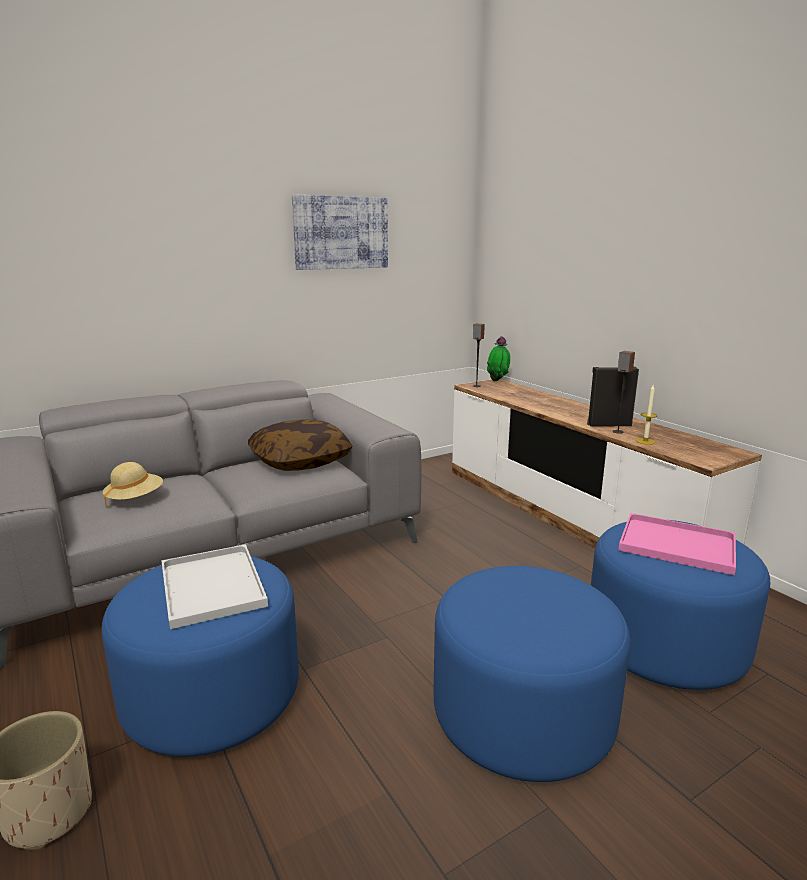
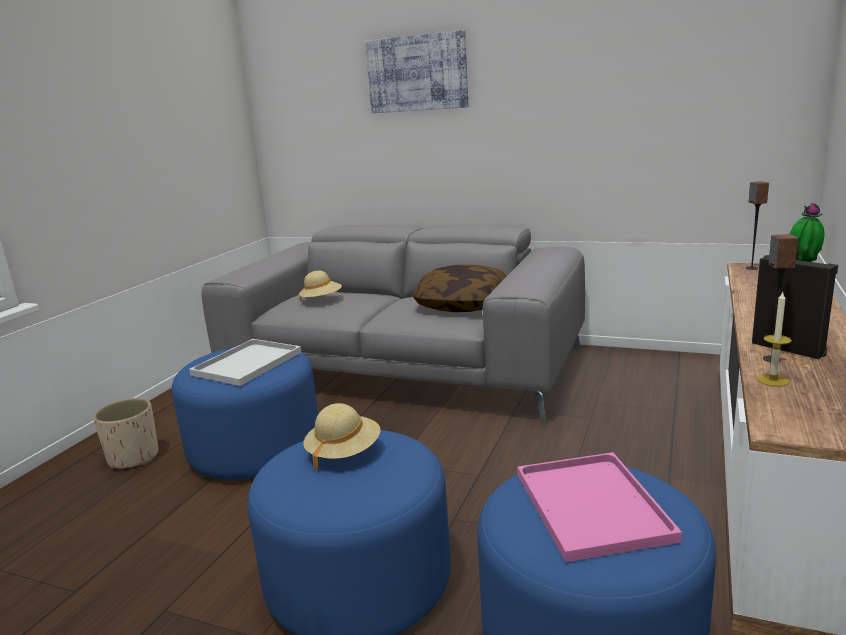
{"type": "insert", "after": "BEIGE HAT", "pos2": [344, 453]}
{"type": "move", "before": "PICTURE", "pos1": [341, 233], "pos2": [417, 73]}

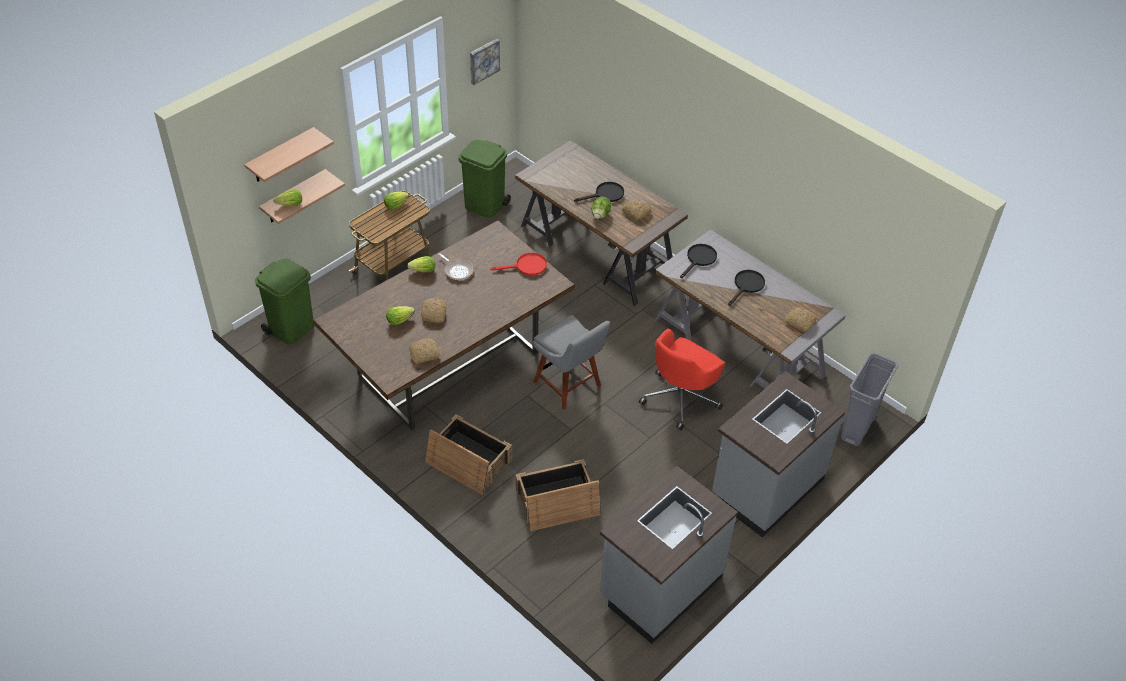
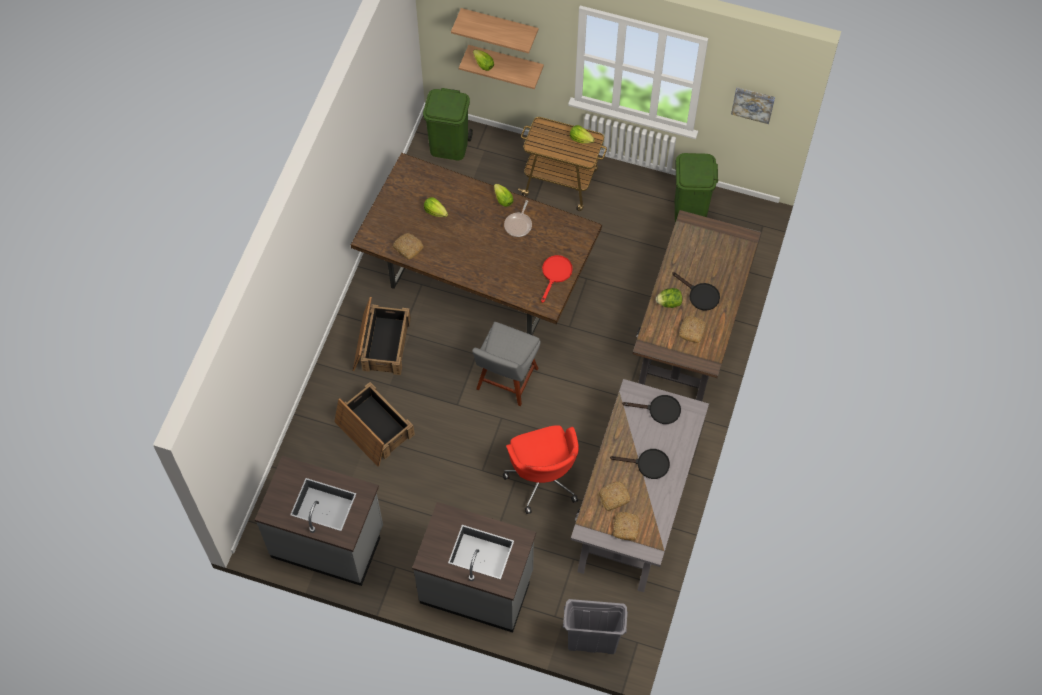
{"type": "move", "before": "BREAD", "pos1": [434, 314], "pos2": [614, 498]}
{"type": "rotate", "before": "RED FRYING PAN", "pos1": [526, 266], "pos2": [555, 274], "turn": -120}
{"type": "rotate", "before": "RED OFFICE CHAIR", "pos1": [681, 398], "pos2": [543, 477], "turn": -120}

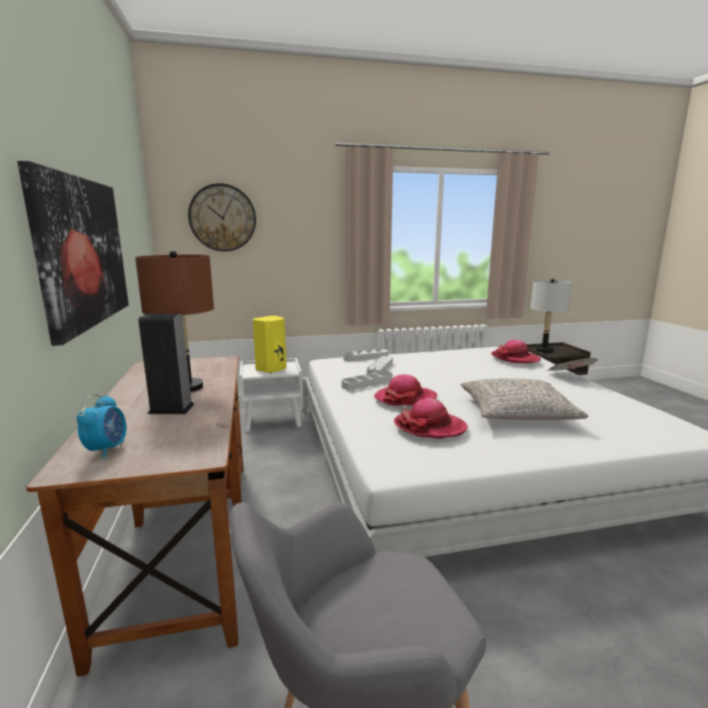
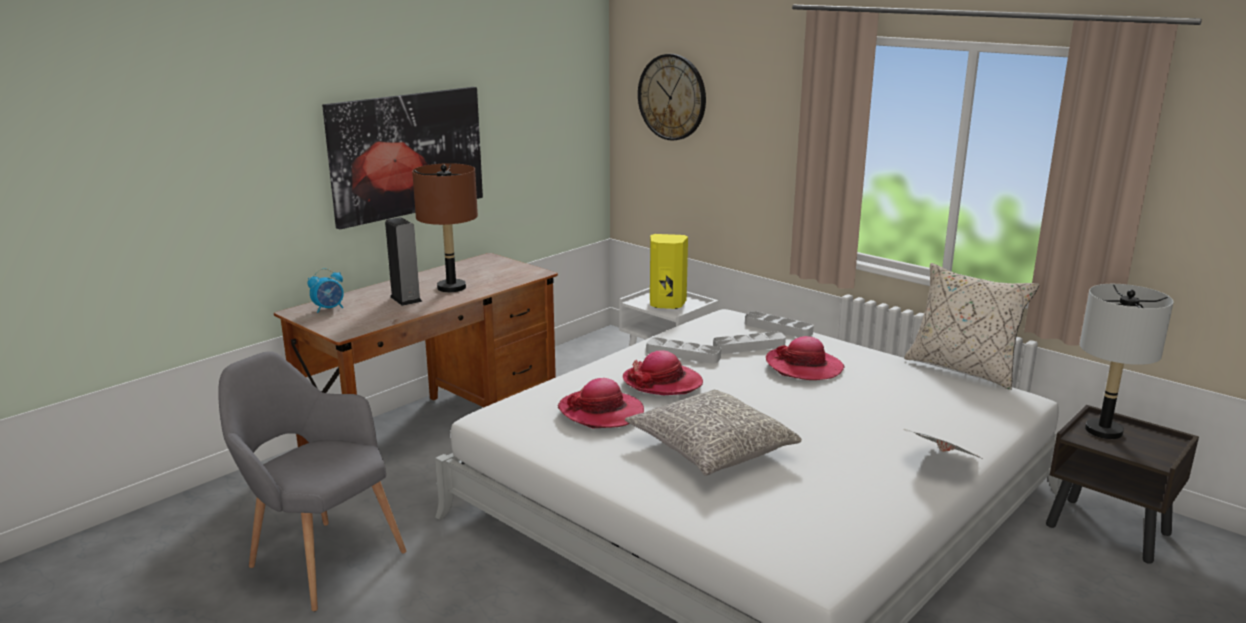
{"type": "insert", "after": "BEIGE PILLOW", "pos2": [962, 369]}
{"type": "move", "before": "HAT", "pos1": [515, 358], "pos2": [804, 367]}

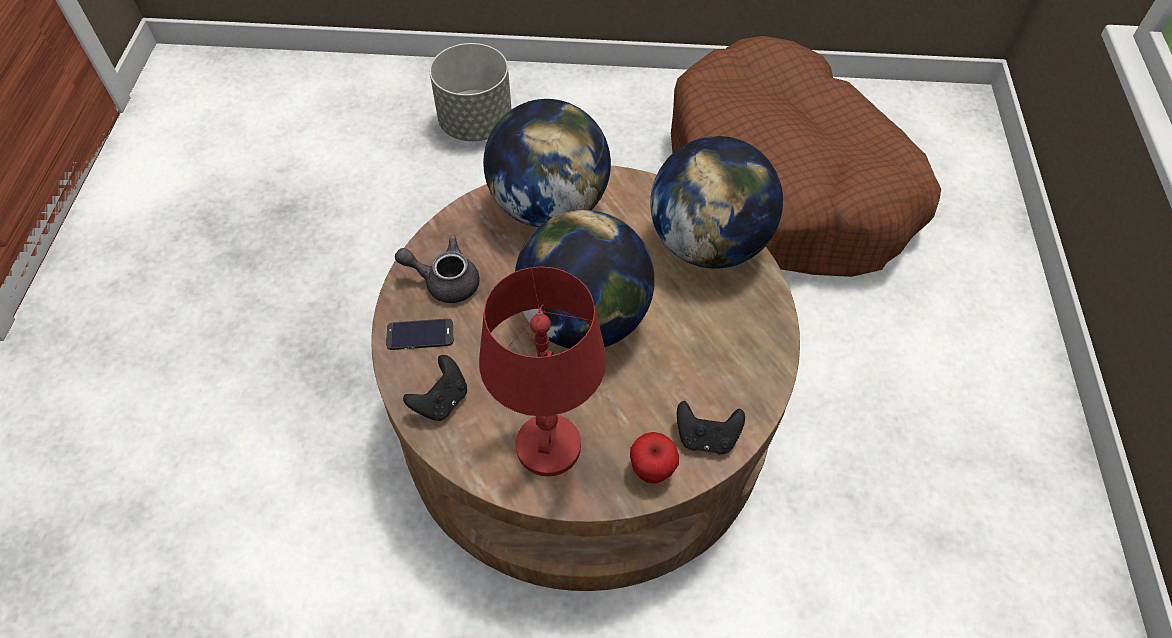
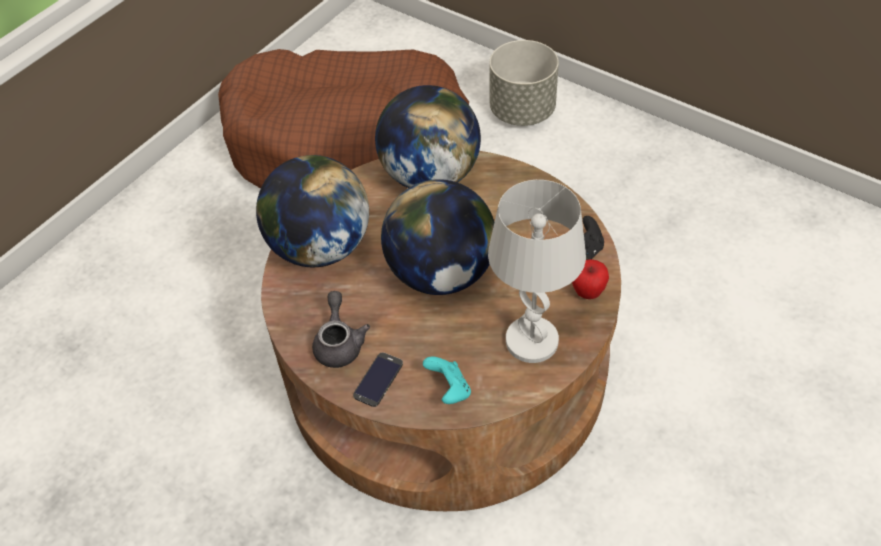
{"type": "move", "before": "GREY PLANTER", "pos1": [475, 123], "pos2": [522, 111]}
{"type": "recolor", "before": "BLACK GAME CONTROLLER", "after": "TURQUOISE GAME CONTROLLER", "pos1": [441, 401], "pos2": [449, 390]}
{"type": "recolor", "before": "RED TABLE LAMP", "after": "WHITE TABLE LAMP", "pos1": [549, 447], "pos2": [532, 341]}
{"type": "rotate", "before": "GREY TEAPOT", "pos1": [445, 281], "pos2": [339, 343], "turn": 135}

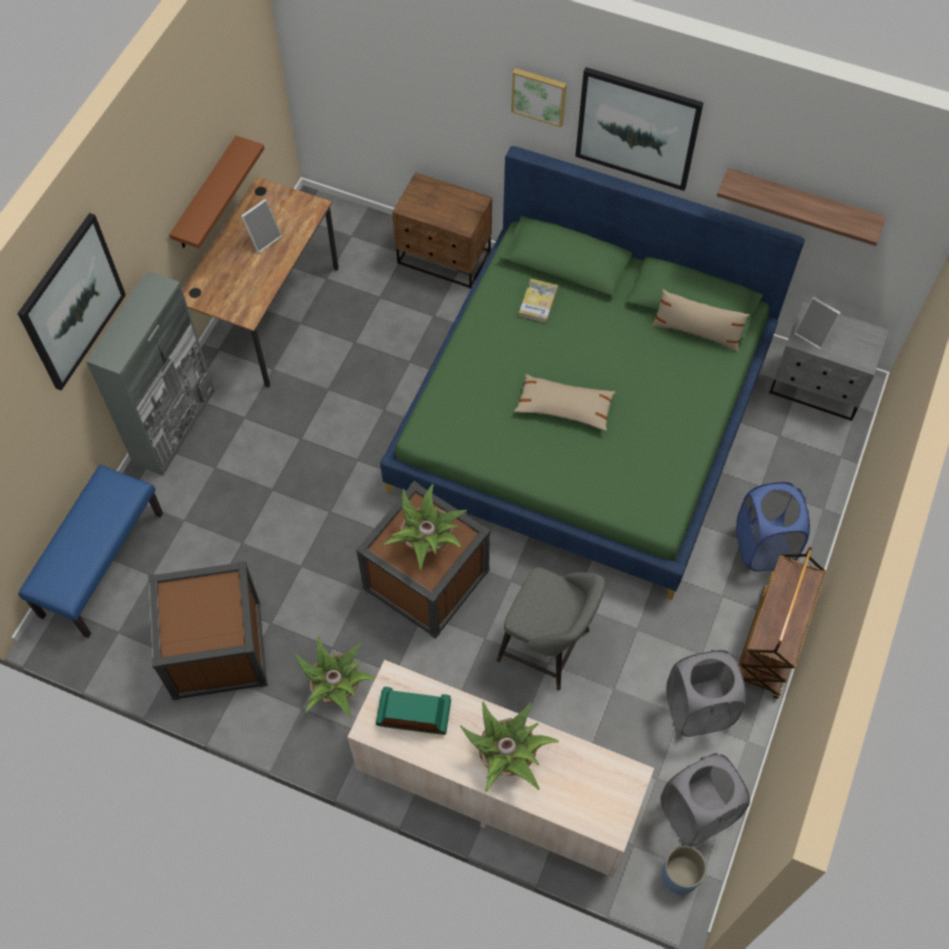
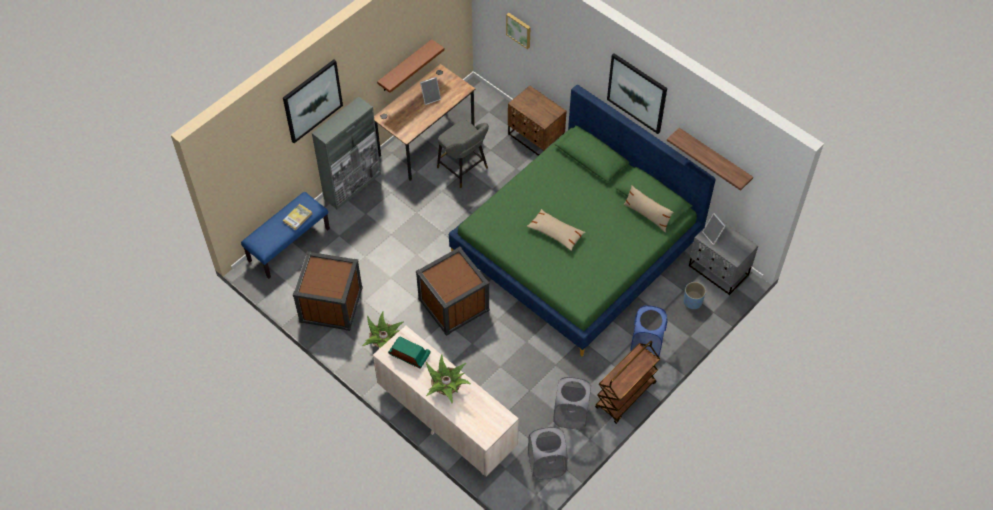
{"type": "delete", "before": "POTTED PLANT", "pos1": [427, 544]}
{"type": "move", "before": "GREY STOOL", "pos1": [548, 648], "pos2": [464, 169]}
{"type": "move", "before": "PICTURE", "pos1": [539, 95], "pos2": [519, 30]}
{"type": "move", "before": "BOOK", "pos1": [538, 302], "pos2": [297, 218]}
{"type": "move", "before": "BLUE PLANTER", "pos1": [680, 875], "pos2": [692, 301]}

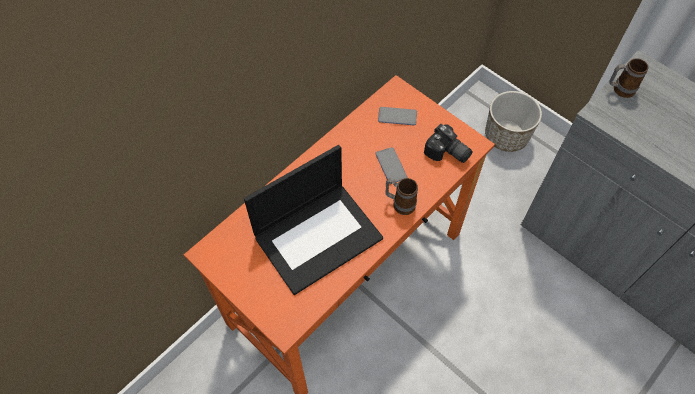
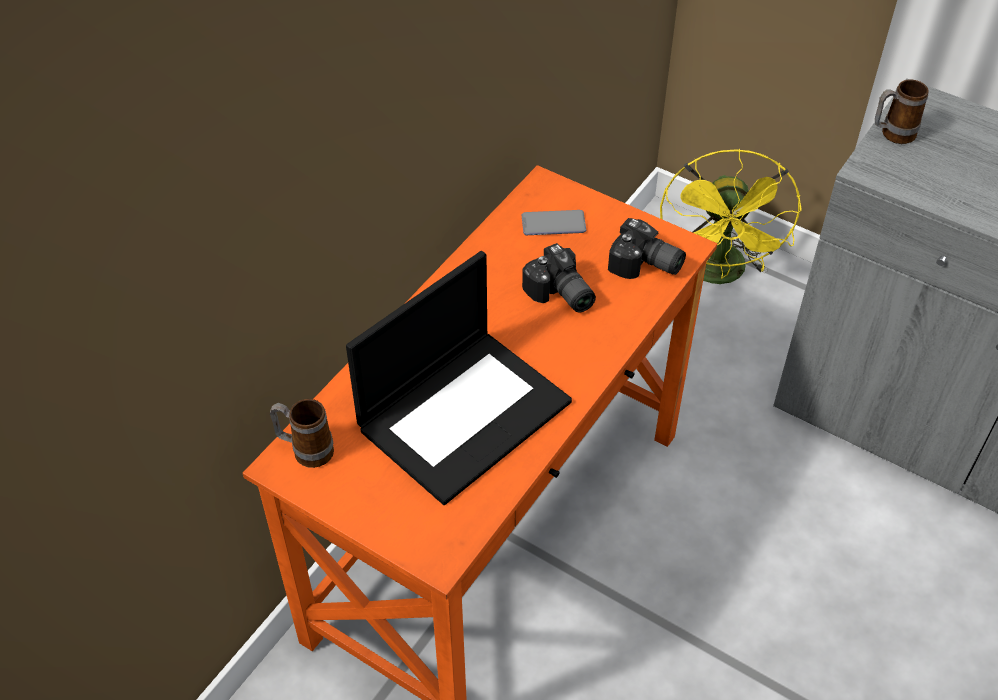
{"type": "move", "before": "MUG", "pos1": [399, 203], "pos2": [306, 450]}
{"type": "replace", "before": "PHONE", "after": "PHOTO CAMERA", "pos1": [391, 166], "pos2": [559, 295]}
{"type": "replace", "before": "PLANTER", "after": "YELLOW FAN", "pos1": [506, 136], "pos2": [719, 274]}

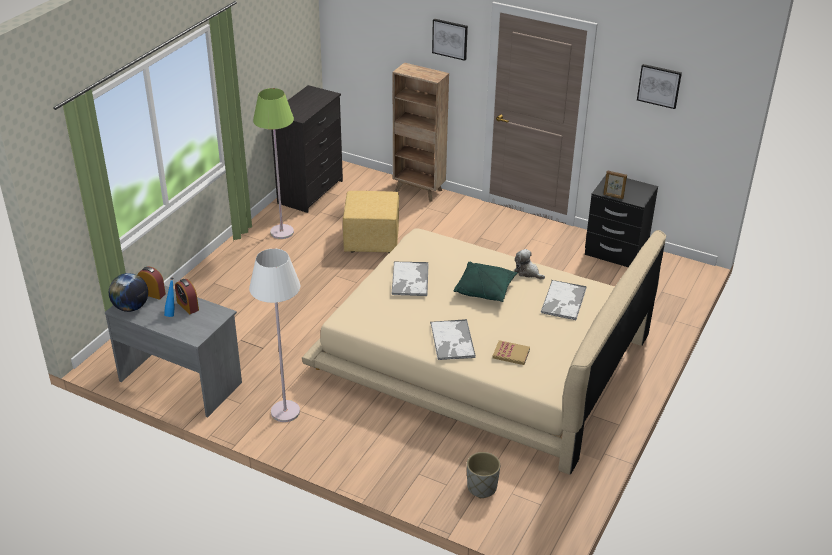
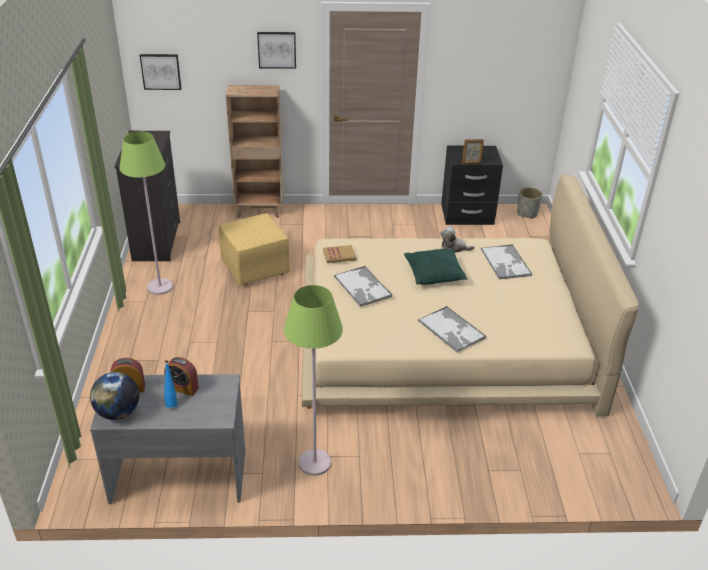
{"type": "move", "before": "GREY PLANTER", "pos1": [482, 487], "pos2": [527, 213]}
{"type": "move", "before": "BOOK", "pos1": [511, 354], "pos2": [339, 255]}
{"type": "move", "before": "PICTURE", "pos1": [659, 85], "pos2": [161, 71]}
{"type": "recolor", "before": "WHITE FLOOR LAMP", "after": "GREEN FLOOR LAMP", "pos1": [285, 412], "pos2": [314, 463]}

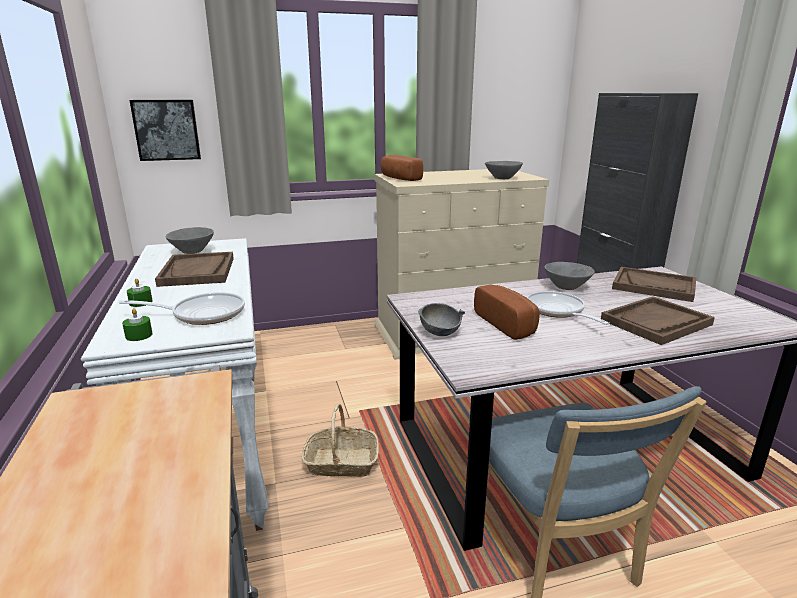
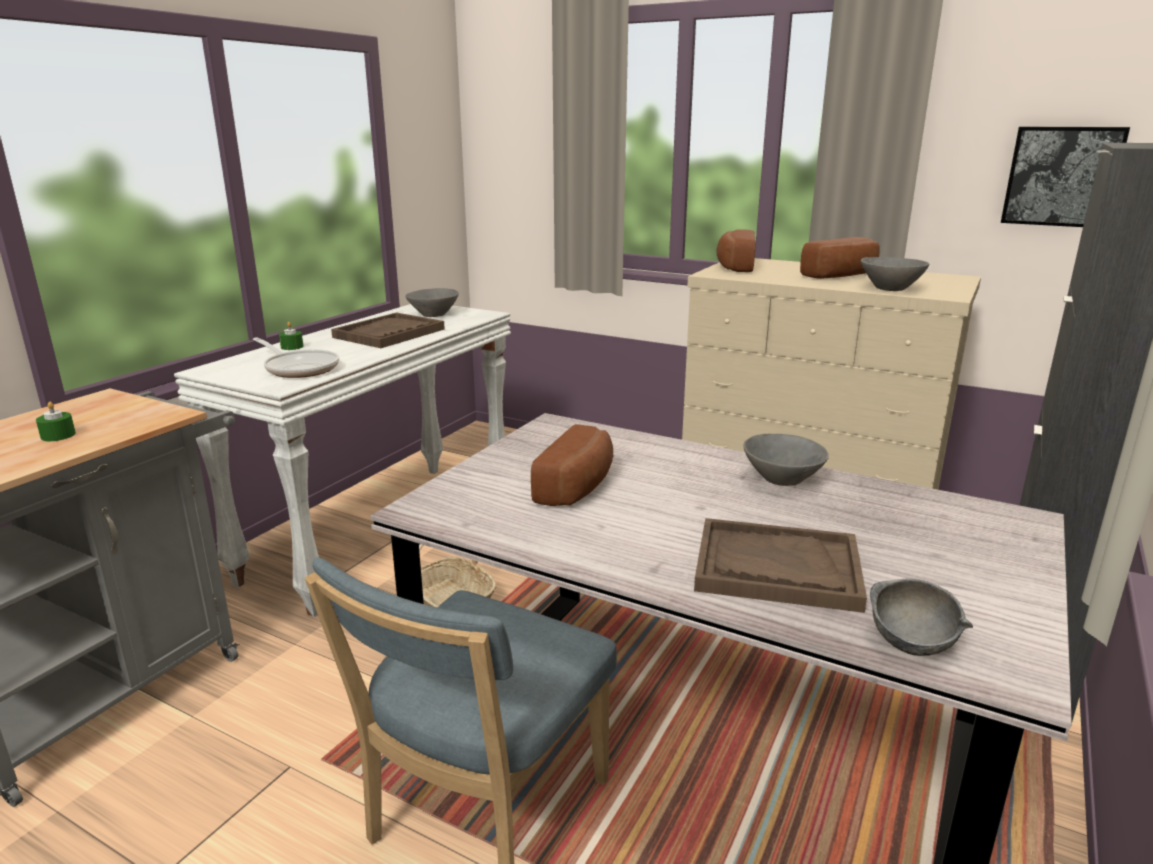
{"type": "delete", "before": "FRYING PAN", "pos1": [557, 311]}
{"type": "delete", "before": "BROWN TRAY", "pos1": [654, 286]}
{"type": "insert", "after": "BREAD", "pos2": [842, 276]}
{"type": "move", "before": "GREEN CANDLE", "pos1": [139, 335], "pos2": [58, 435]}
{"type": "move", "before": "PICTURE", "pos1": [167, 130], "pos2": [1062, 176]}
{"type": "move", "before": "GREY BOWL", "pos1": [440, 332], "pos2": [912, 643]}

